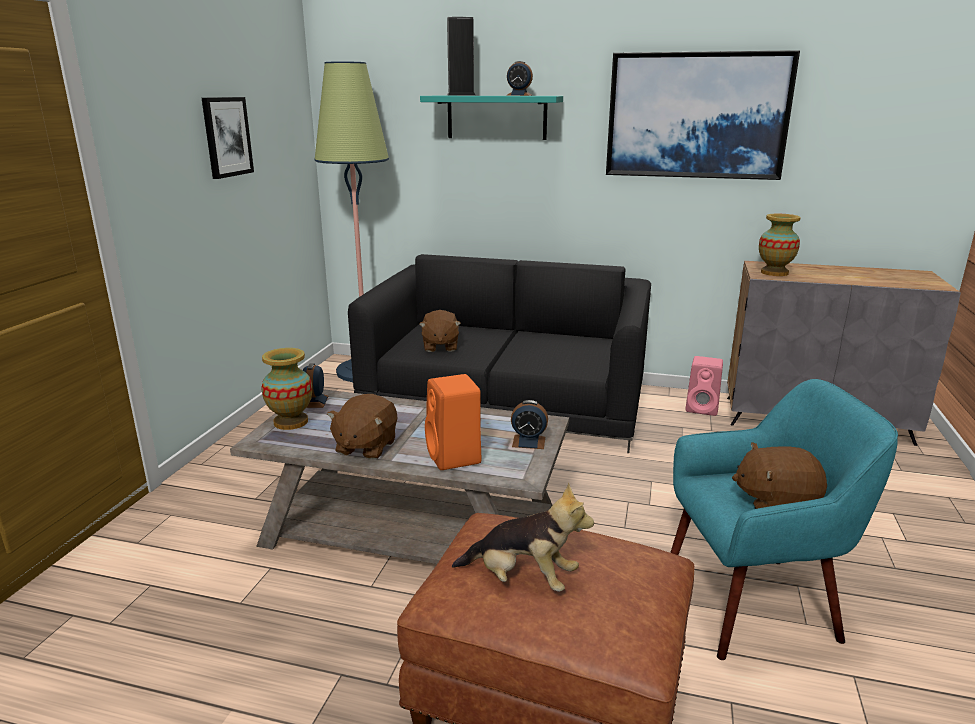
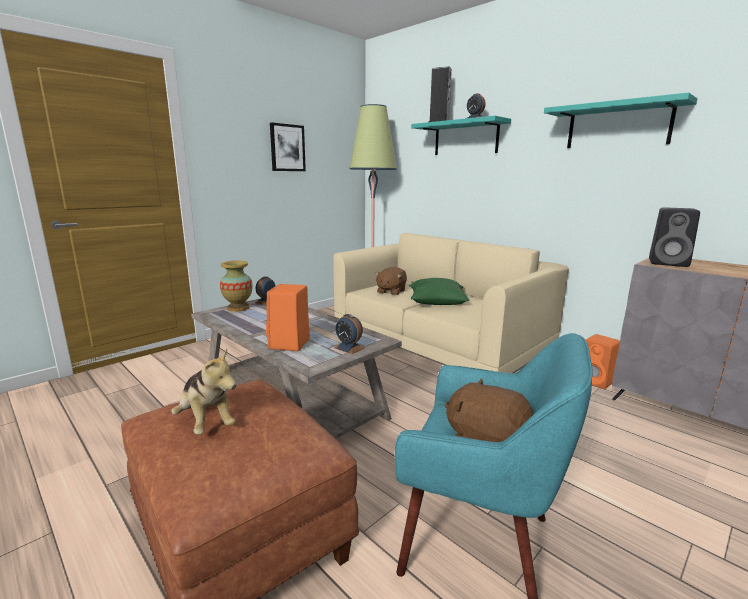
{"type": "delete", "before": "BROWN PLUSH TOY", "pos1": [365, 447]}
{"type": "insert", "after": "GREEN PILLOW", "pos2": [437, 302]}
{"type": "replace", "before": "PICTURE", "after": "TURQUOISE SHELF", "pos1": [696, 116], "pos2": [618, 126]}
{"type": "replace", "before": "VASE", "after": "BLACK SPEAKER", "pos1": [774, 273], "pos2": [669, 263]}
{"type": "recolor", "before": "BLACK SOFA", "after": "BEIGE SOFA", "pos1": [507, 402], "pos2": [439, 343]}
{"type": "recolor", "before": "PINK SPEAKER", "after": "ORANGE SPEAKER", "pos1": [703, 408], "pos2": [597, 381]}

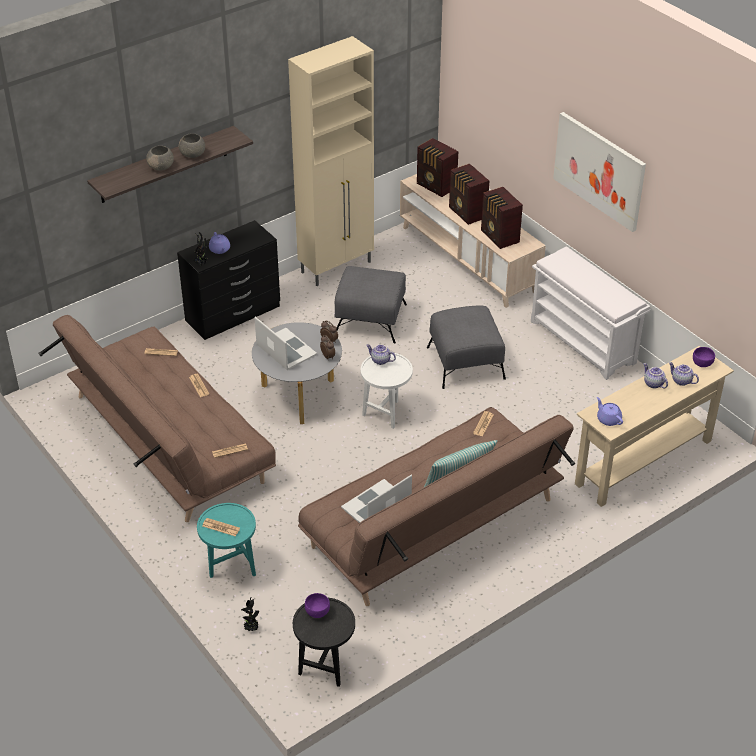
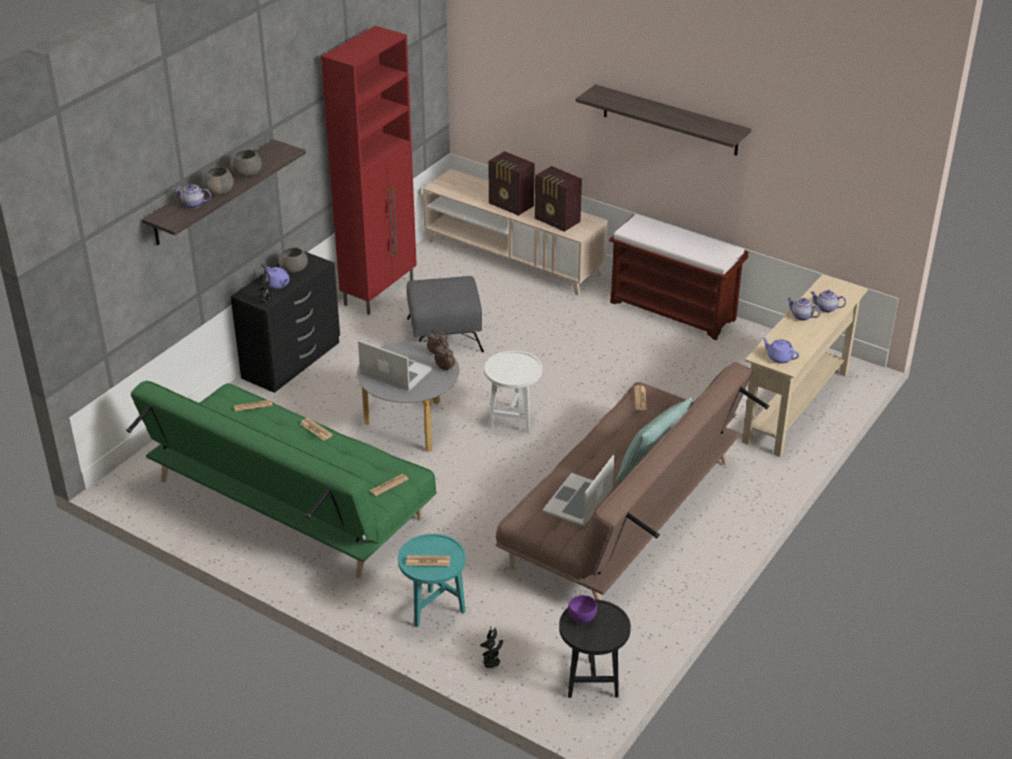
{"type": "delete", "before": "RADIO", "pos1": [436, 187]}
{"type": "delete", "before": "GREY OTTOMAN", "pos1": [465, 363]}
{"type": "delete", "before": "PURPLE BOWL", "pos1": [702, 363]}
{"type": "insert", "after": "GREY BOWL", "pos2": [294, 269]}
{"type": "move", "before": "TEAPOT", "pos1": [380, 360], "pos2": [193, 205]}
{"type": "replace", "before": "PICTURE", "after": "SHELF", "pos1": [599, 170], "pos2": [670, 120]}
{"type": "recolor", "before": "BROWN SOFA", "after": "GREEN SOFA", "pos1": [168, 440], "pos2": [289, 501]}
{"type": "recolor", "before": "BEIGE CABINET", "after": "RED CABINET", "pos1": [337, 267], "pos2": [380, 292]}
{"type": "recolor", "before": "WHITE BENCH", "after": "BROWN BENCH", "pos1": [584, 342], "pos2": [674, 311]}

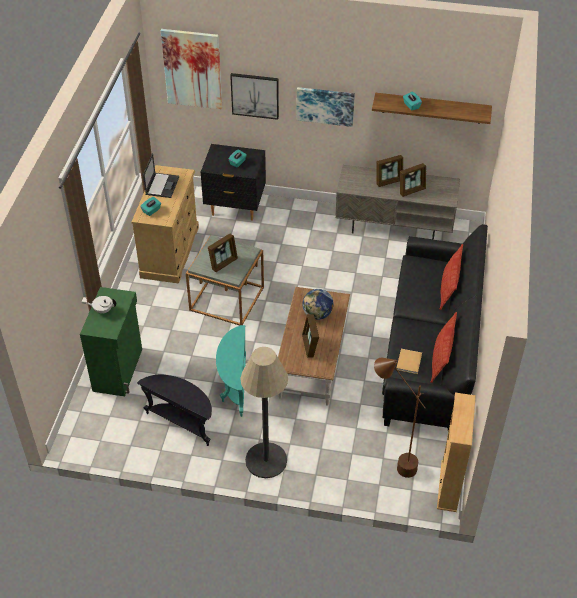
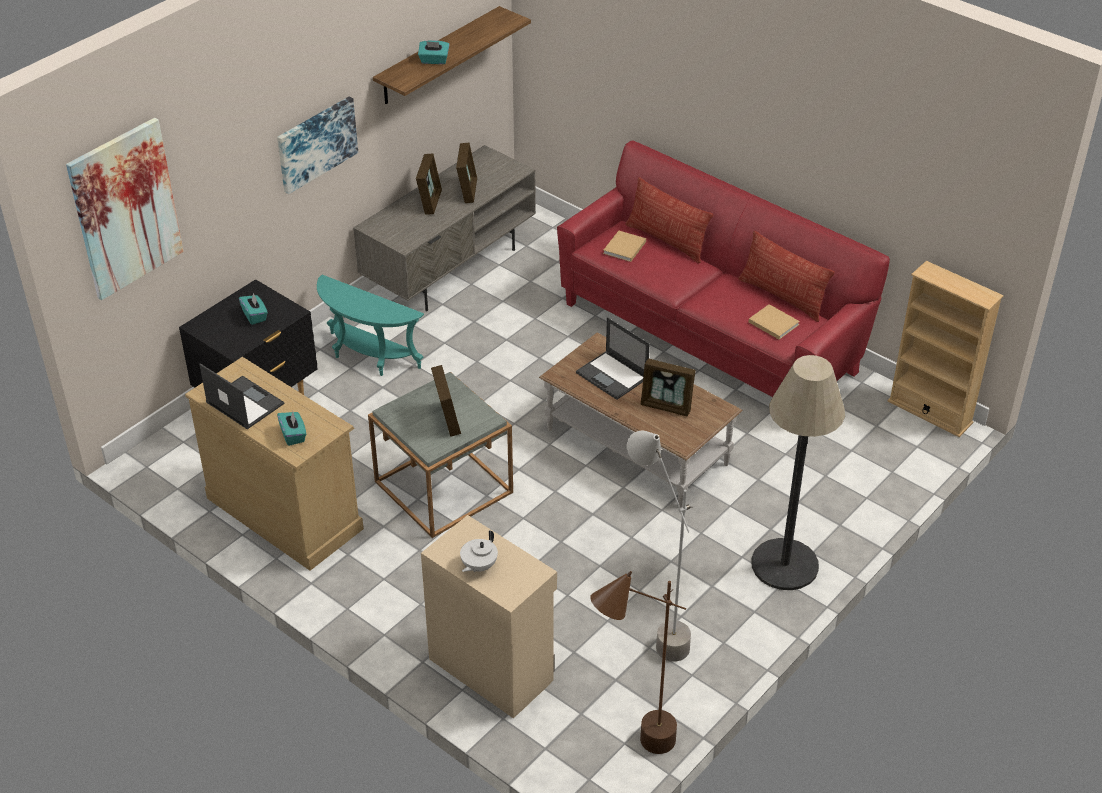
{"type": "delete", "before": "PICTURE", "pos1": [255, 95]}
{"type": "insert", "after": "BEIGE BOOK", "pos2": [624, 248]}
{"type": "move", "before": "TURQUOISE SIDE TABLE", "pos1": [234, 386], "pos2": [368, 357]}
{"type": "move", "before": "BROWN FLOOR LAMP", "pos1": [391, 461], "pos2": [632, 752]}
{"type": "replace", "before": "BLACK SIDE TABLE", "after": "GREY FLOOR LAMP", "pos1": [182, 422], "pos2": [655, 630]}
{"type": "replace", "before": "GLOBE", "after": "LAPTOP", "pos1": [317, 314], "pos2": [613, 376]}
{"type": "recolor", "before": "GREEN CABINET", "after": "BEIGE CABINET", "pos1": [119, 369], "pos2": [491, 668]}
{"type": "recolor", "before": "BLACK SOFA", "after": "RED SOFA", "pos1": [429, 355], "pos2": [708, 337]}

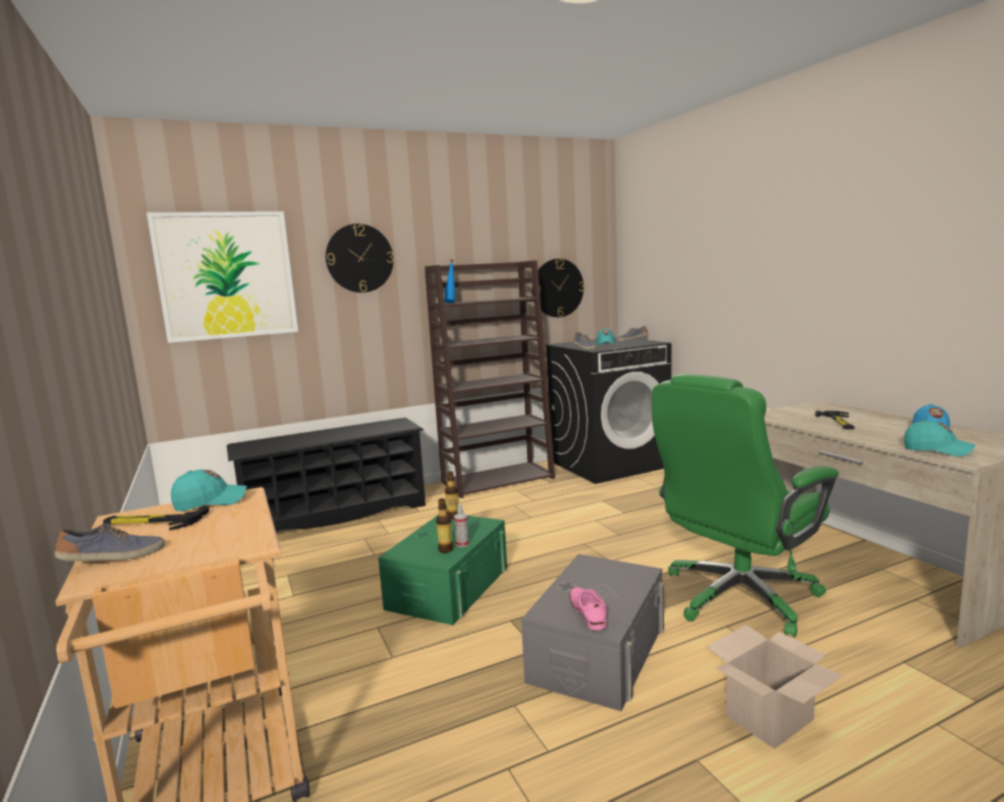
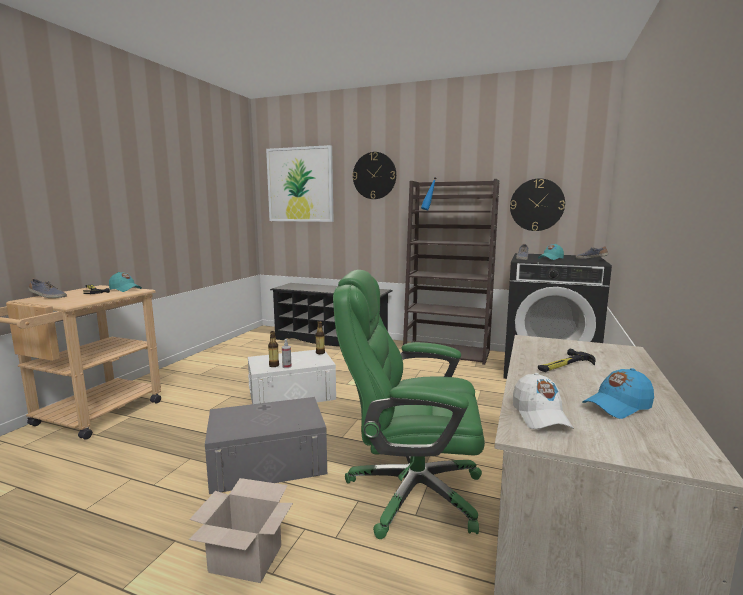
{"type": "delete", "before": "PINK SHOE", "pos1": [588, 612]}
{"type": "recolor", "before": "GREEN STORAGE BOX", "after": "WHITE STORAGE BOX", "pos1": [448, 587], "pos2": [292, 394]}
{"type": "recolor", "before": "TURQUOISE CAP", "after": "WHITE CAP", "pos1": [937, 450], "pos2": [540, 416]}

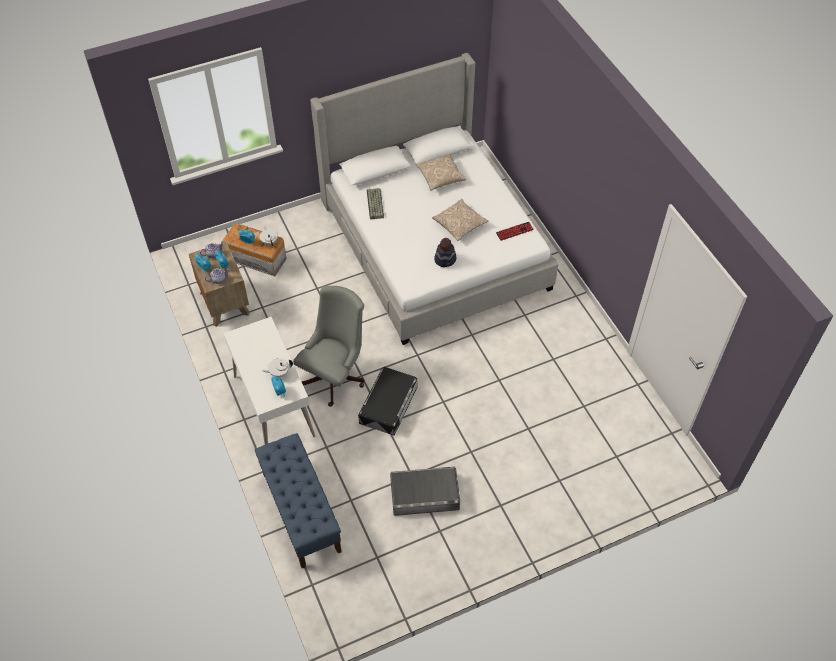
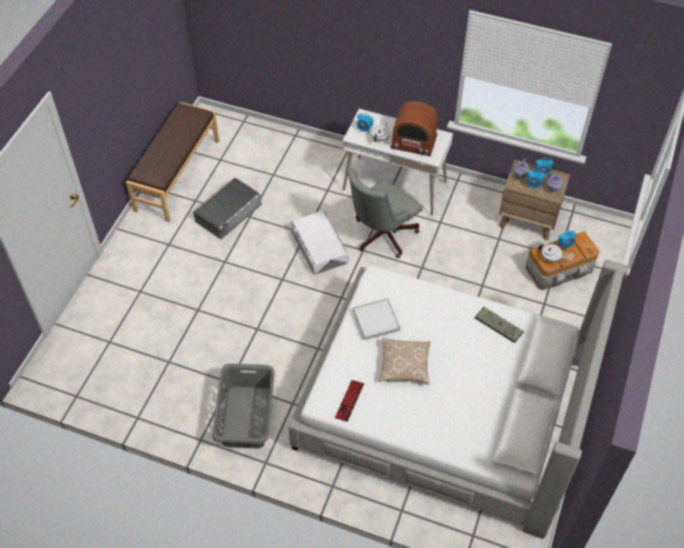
{"type": "delete", "before": "BLUE BENCH", "pos1": [301, 511]}
{"type": "delete", "before": "PILLOW", "pos1": [440, 177]}
{"type": "insert", "after": "BROWN BENCH", "pos2": [177, 175]}
{"type": "insert", "after": "GREY LAUNDRY BASKET", "pos2": [245, 417]}
{"type": "insert", "after": "RADIO", "pos2": [413, 141]}
{"type": "replace", "before": "HAT", "after": "WHITE TRAY", "pos1": [445, 259], "pos2": [376, 320]}
{"type": "recolor", "before": "BLACK STORAGE BOX", "after": "WHITE STORAGE BOX", "pos1": [388, 404], "pos2": [319, 246]}
{"type": "rotate", "before": "GREY OFFICE CHAIR", "pos1": [335, 375], "pos2": [381, 236], "turn": 60}

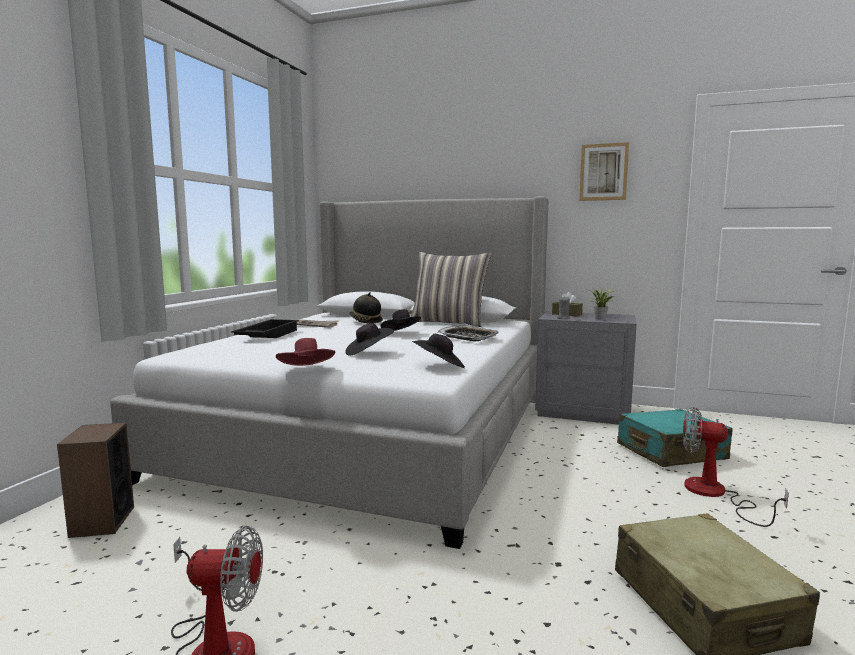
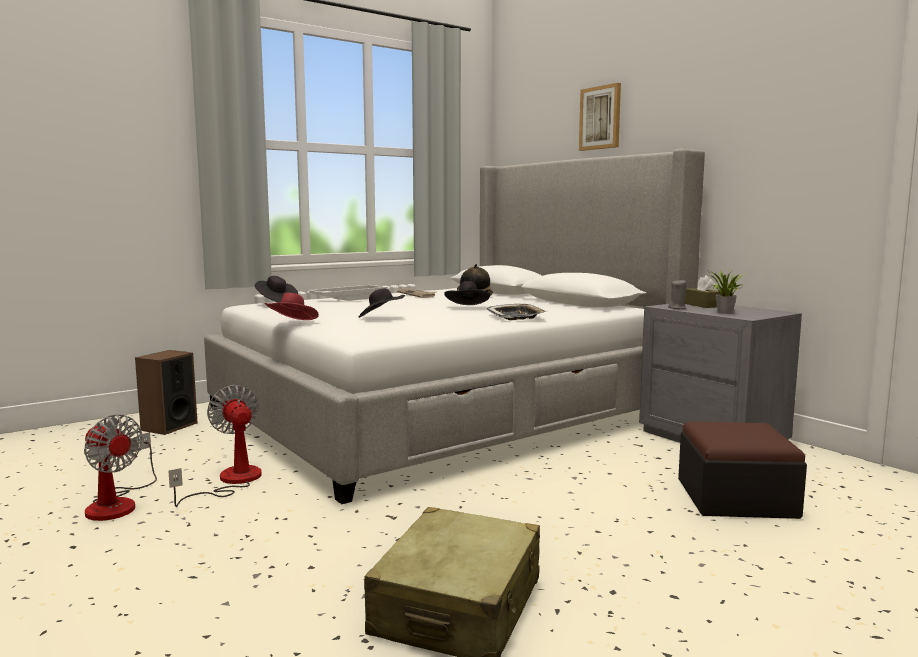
{"type": "delete", "before": "PILLOW", "pos1": [449, 323]}
{"type": "move", "before": "BLACK HAT", "pos1": [439, 366], "pos2": [276, 302]}
{"type": "move", "before": "PICTURE", "pos1": [603, 172], "pos2": [600, 118]}
{"type": "move", "before": "FAN", "pos1": [715, 495], "pos2": [230, 482]}
{"type": "replace", "before": "TURQUOISE SUITCASE", "after": "OTTOMAN", "pos1": [670, 452], "pos2": [736, 498]}
{"type": "recolor", "before": "BLACK TRAY", "after": "WHITE TRAY", "pos1": [266, 335], "pos2": [348, 298]}

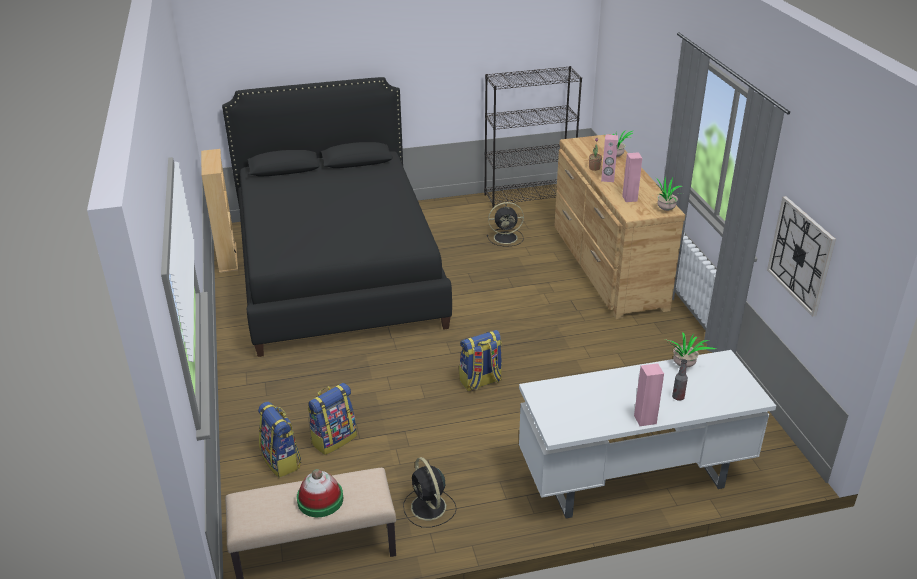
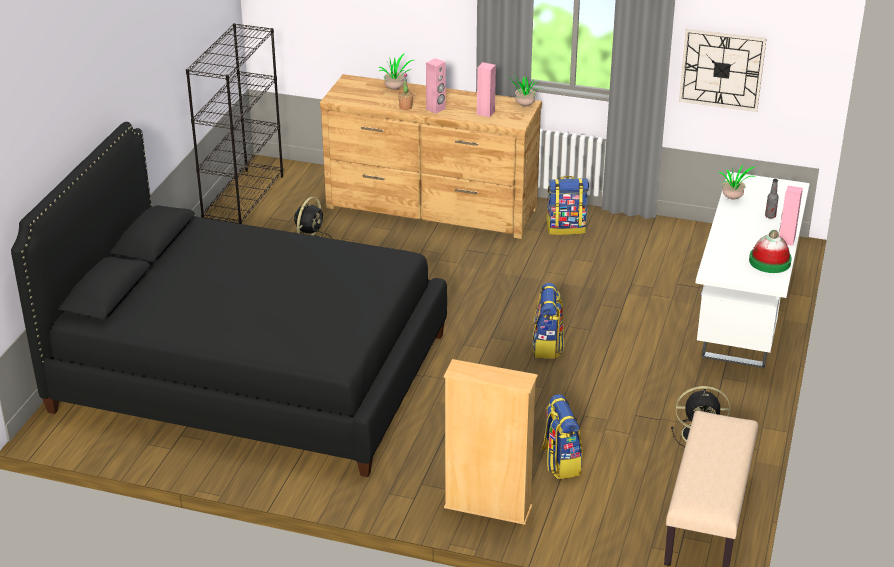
{"type": "move", "before": "BEIGE BOOKCASE", "pos1": [227, 258], "pos2": [488, 507]}
{"type": "move", "before": "BACKPACK", "pos1": [282, 461], "pos2": [566, 228]}
{"type": "move", "before": "HAT", "pos1": [320, 500], "pos2": [769, 261]}

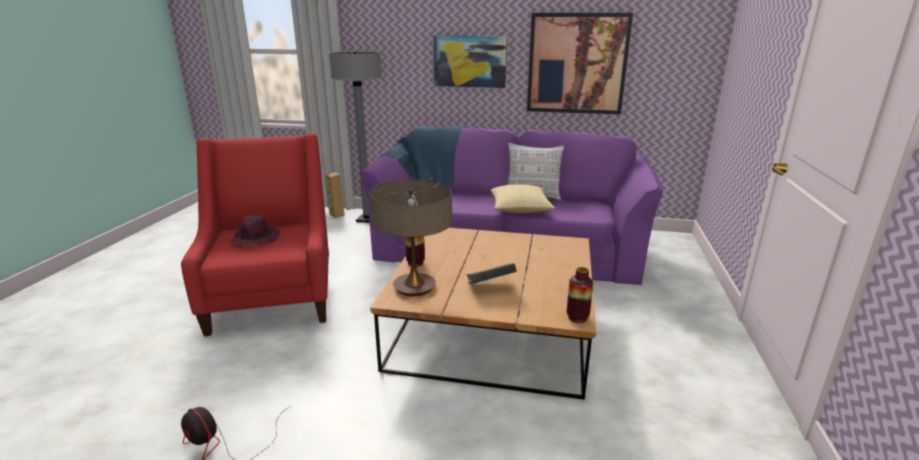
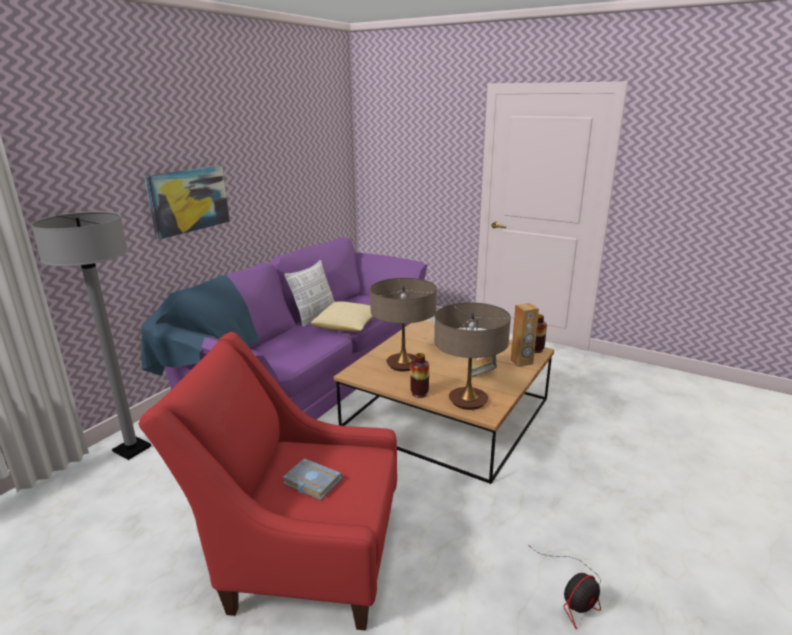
{"type": "delete", "before": "PICTURE", "pos1": [577, 64]}
{"type": "insert", "after": "TABLE LAMP", "pos2": [403, 364]}
{"type": "move", "before": "BROWN SPEAKER", "pos1": [336, 215], "pos2": [522, 362]}
{"type": "replace", "before": "PURPLE HAT", "after": "GREY BOOK", "pos1": [256, 238], "pos2": [310, 482]}

